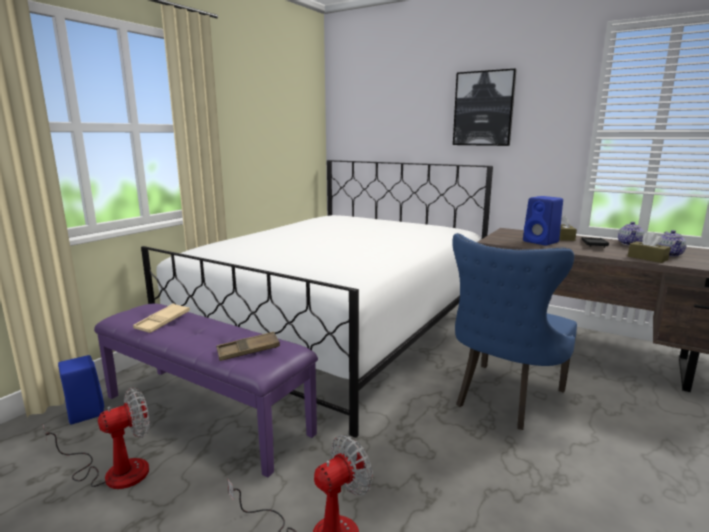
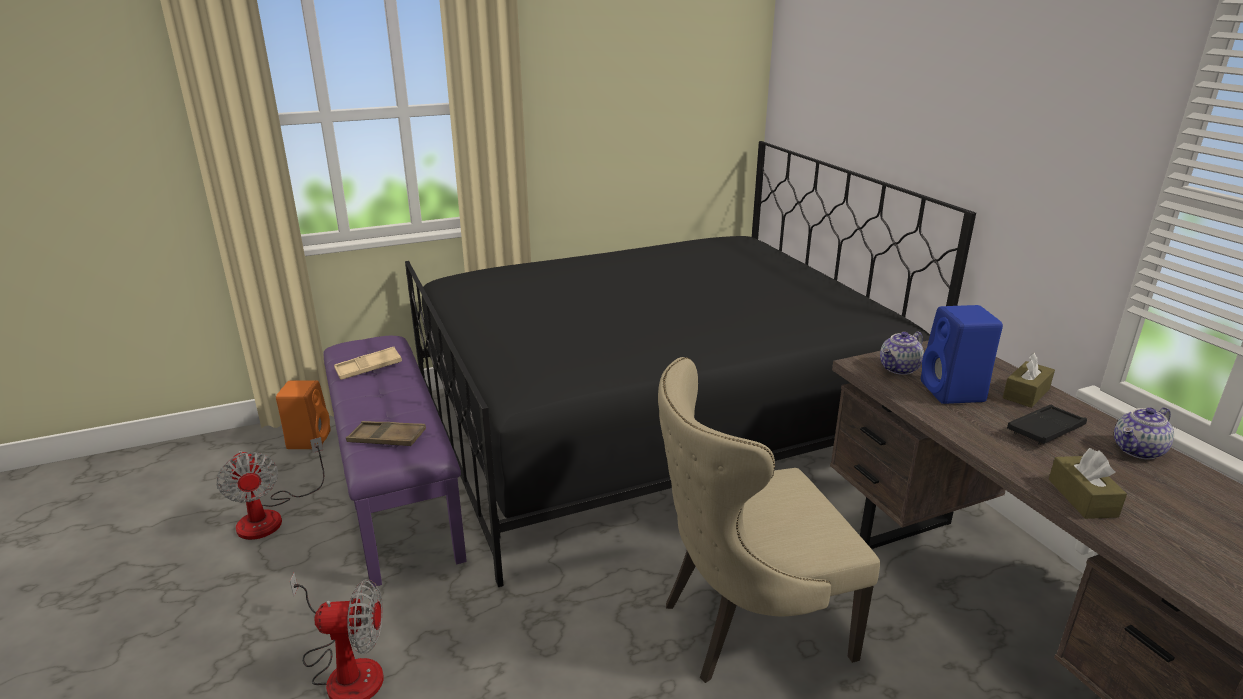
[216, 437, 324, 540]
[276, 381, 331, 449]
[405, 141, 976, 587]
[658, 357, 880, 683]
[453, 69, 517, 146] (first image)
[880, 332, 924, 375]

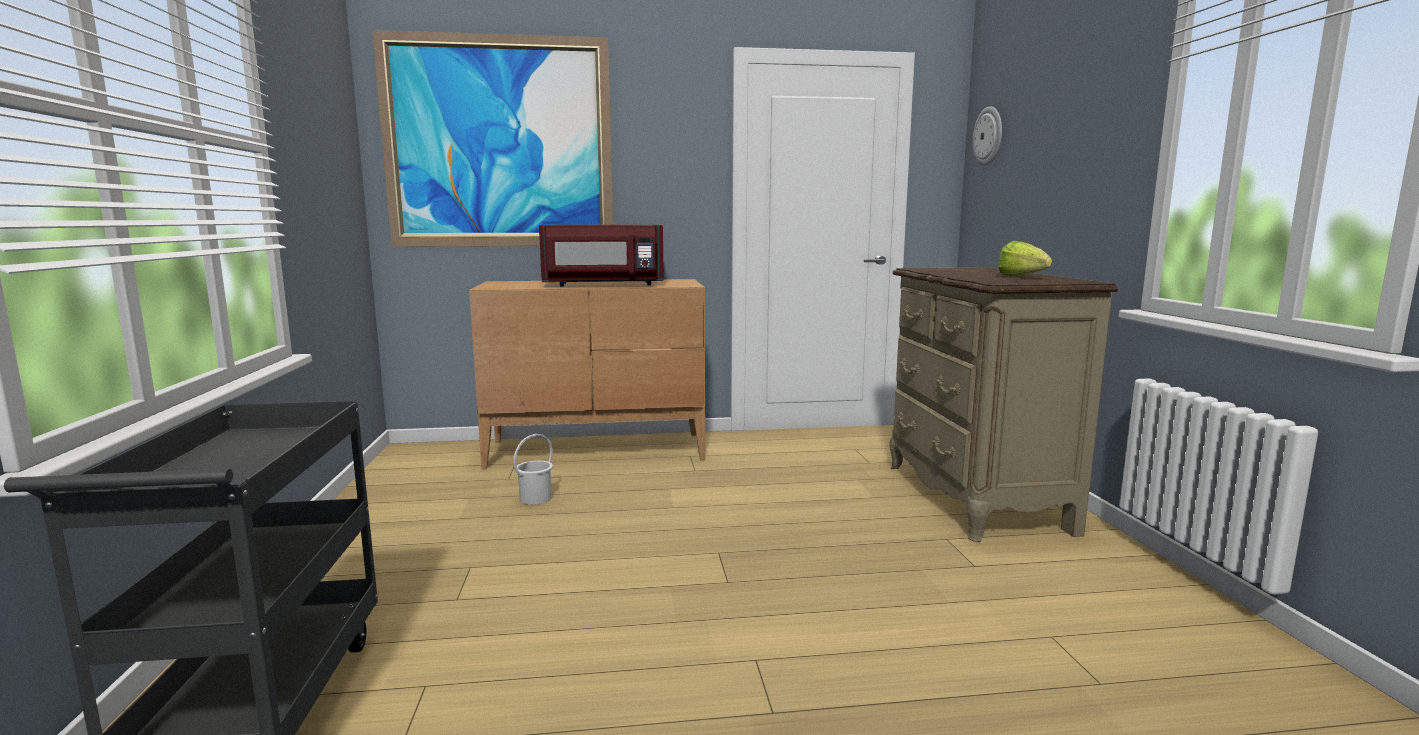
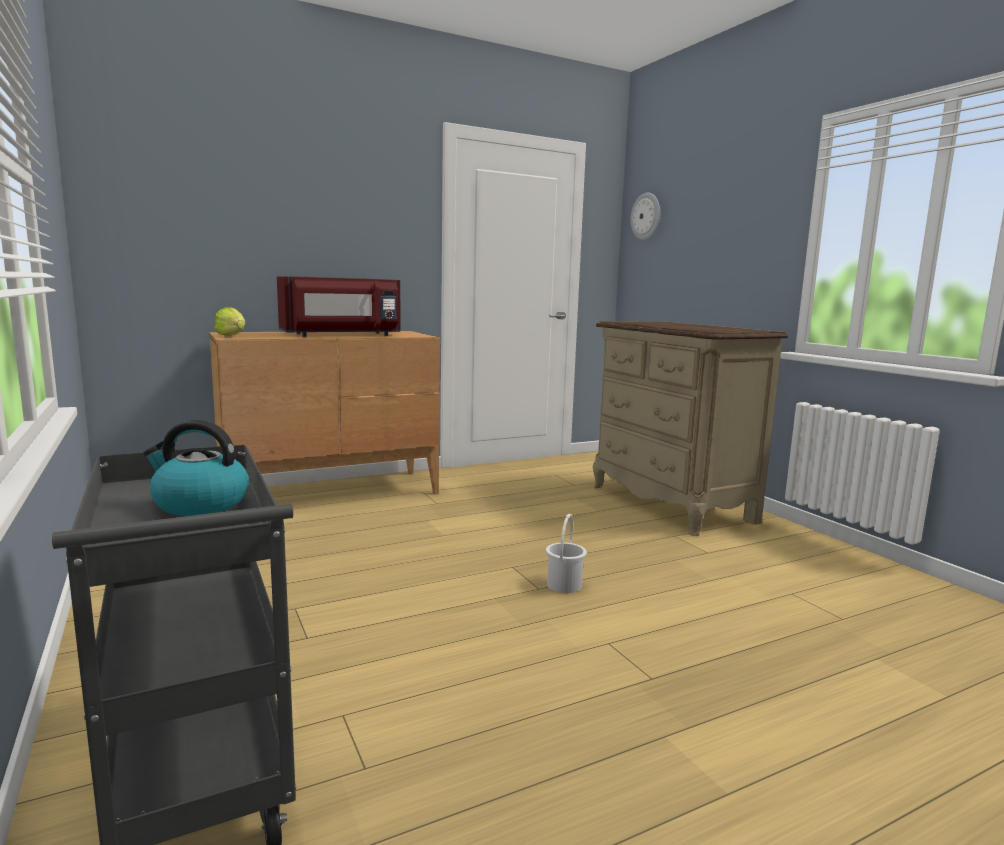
[372, 30, 613, 247] (first image)
[546, 514, 587, 593]
[214, 307, 245, 336]
[143, 420, 249, 516]

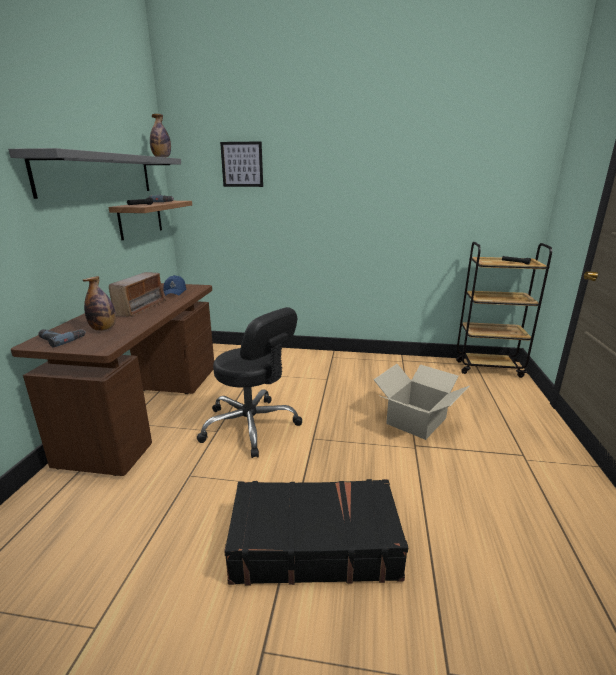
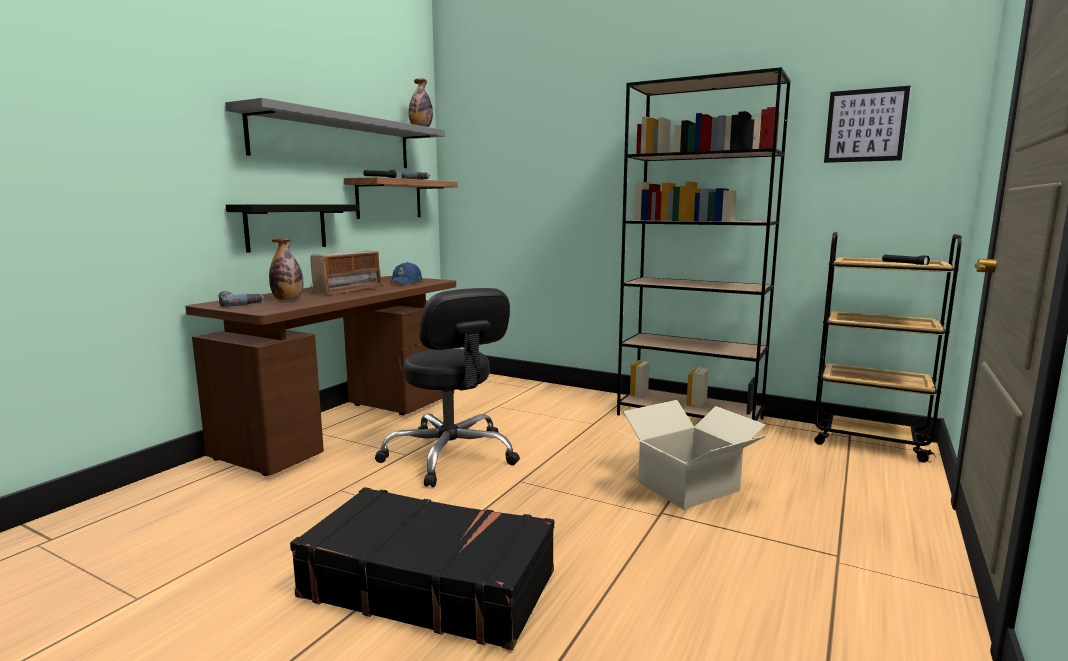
[824, 86, 910, 163]
[226, 204, 360, 253]
[617, 67, 791, 421]

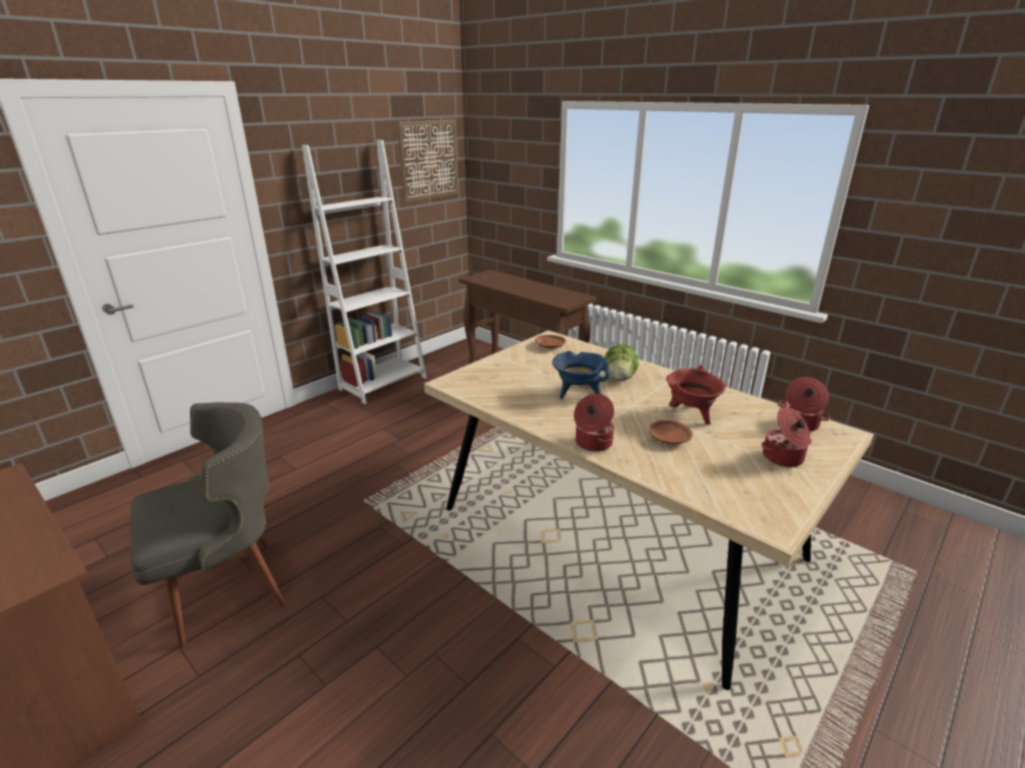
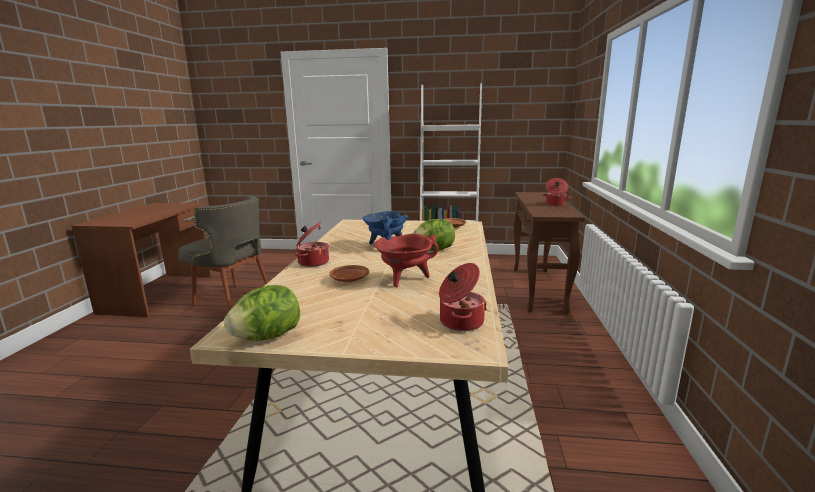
[397, 118, 459, 202] (first image)
[543, 178, 570, 206]
[224, 285, 300, 341]

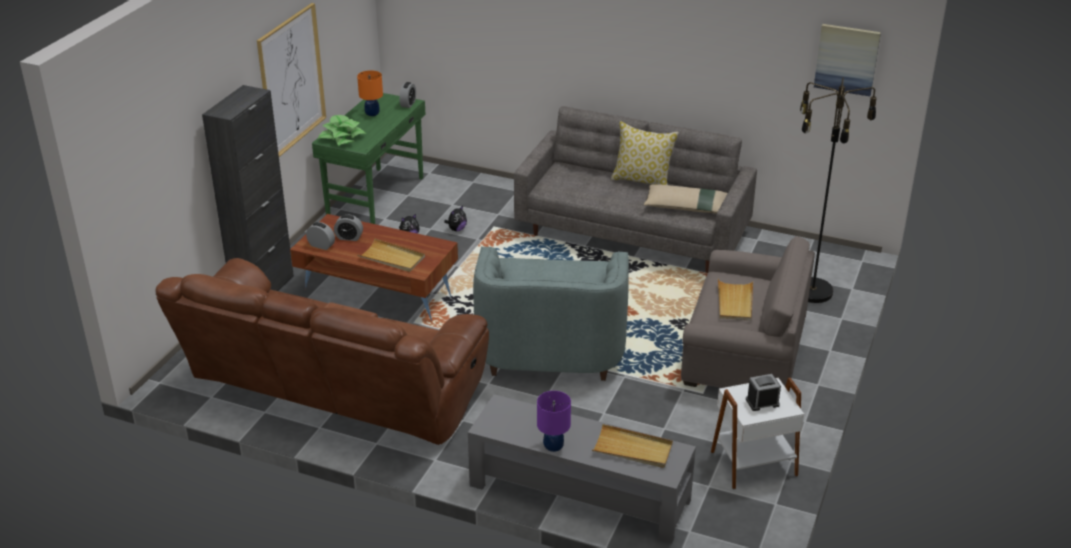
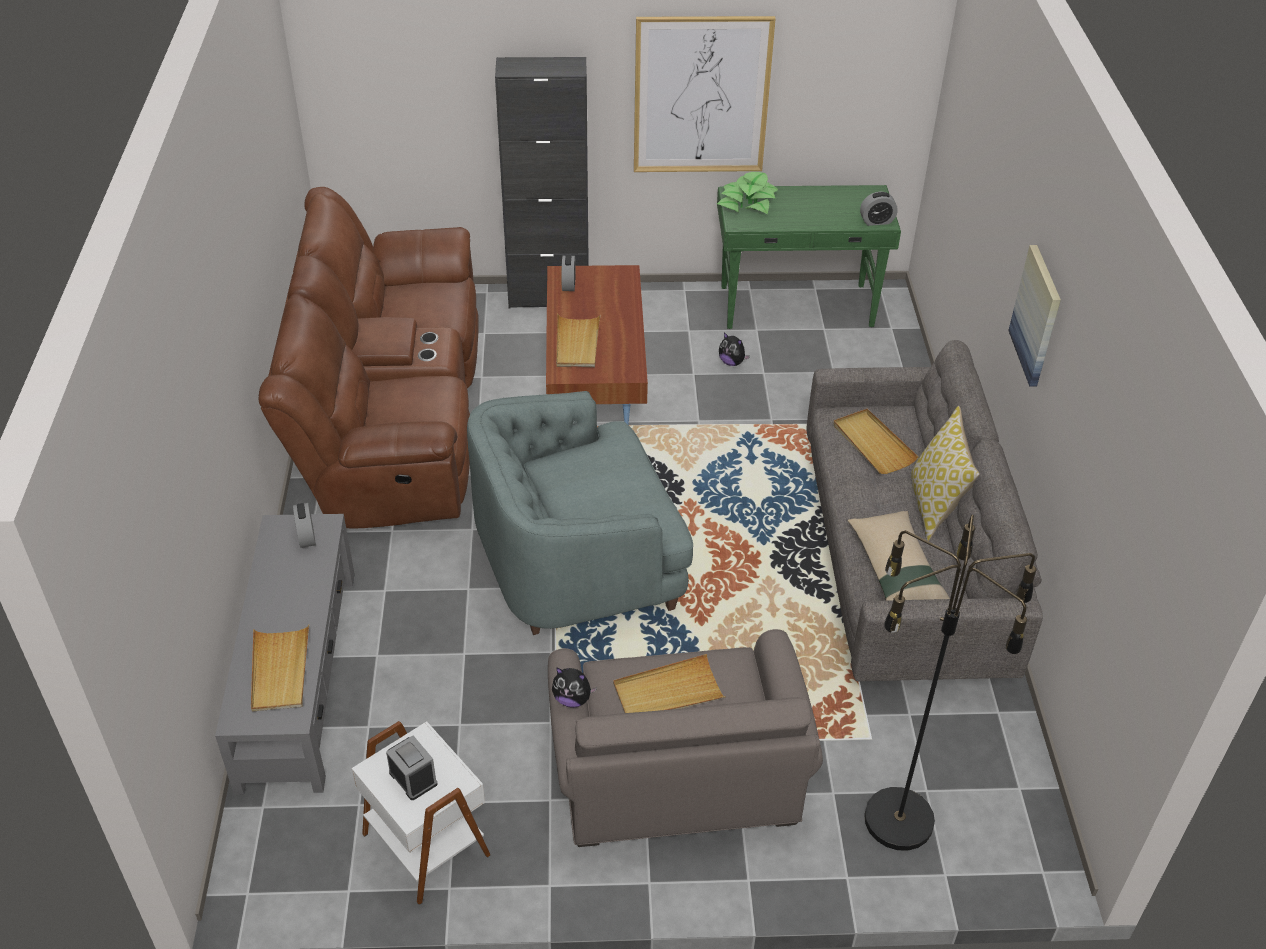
[293, 503, 316, 548]
[357, 70, 383, 116] (first image)
[552, 667, 597, 708]
[537, 391, 571, 452] (first image)
[1008, 245, 1061, 387]
[833, 409, 918, 474]

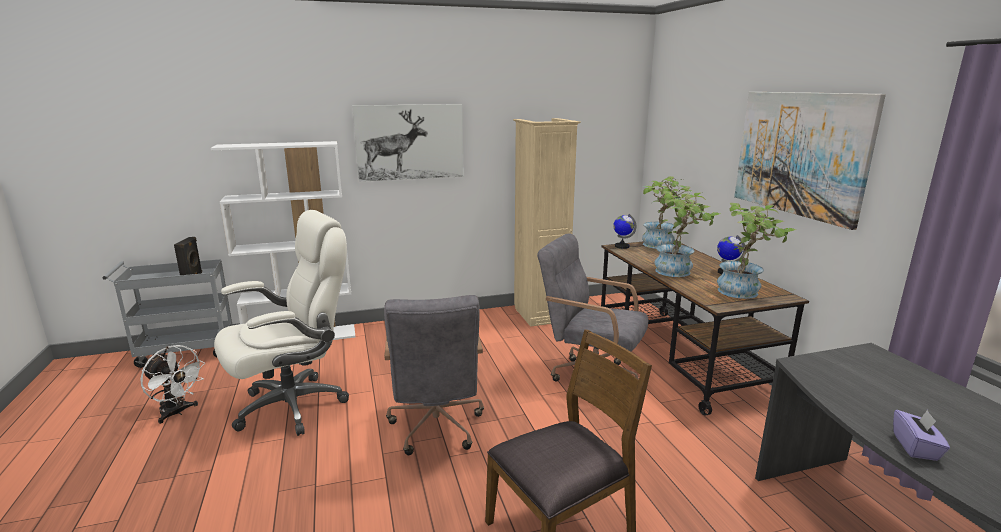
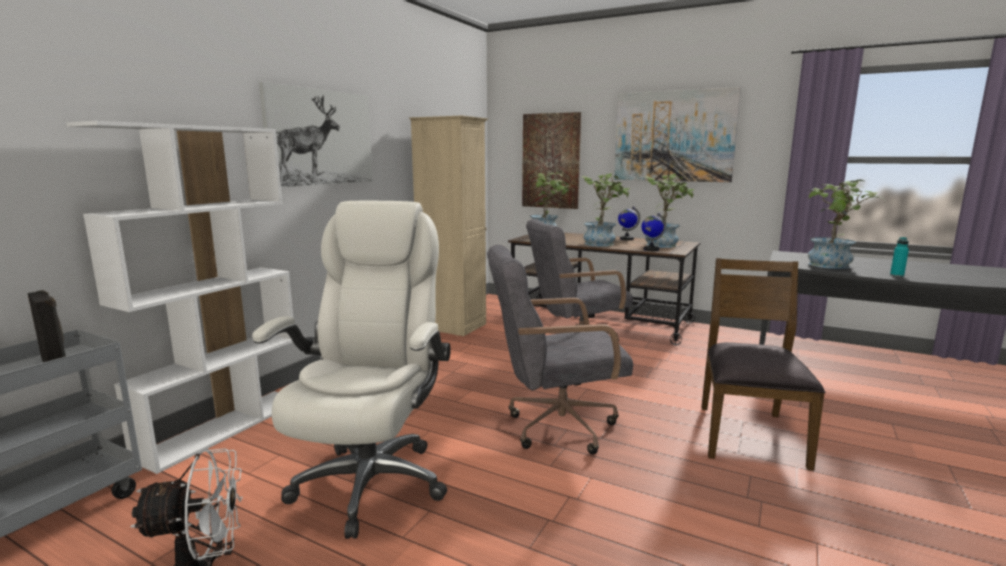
[487, 245, 633, 455]
[642, 213, 666, 251]
[890, 237, 909, 277]
[522, 112, 581, 209]
[808, 180, 882, 269]

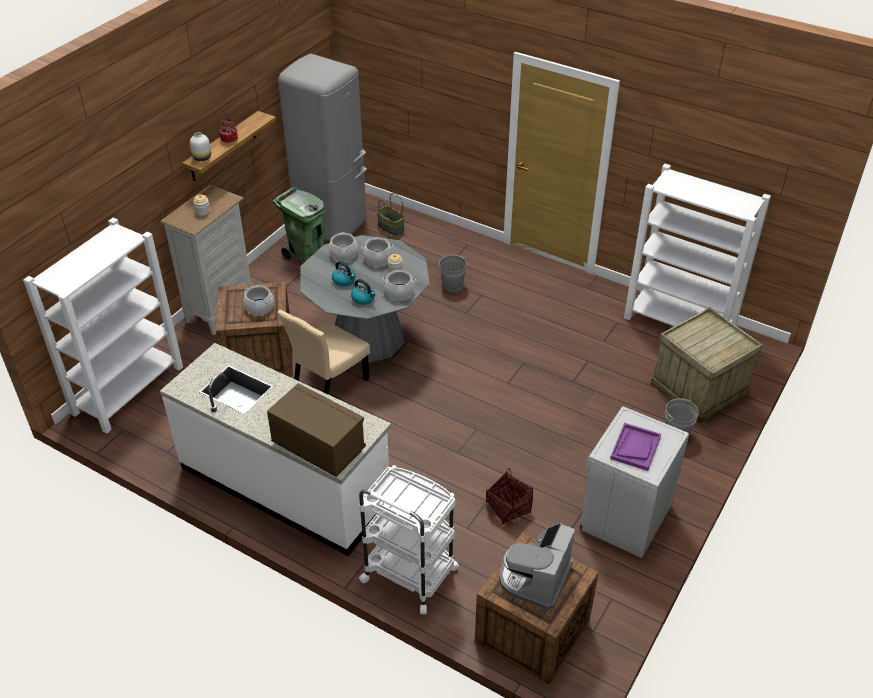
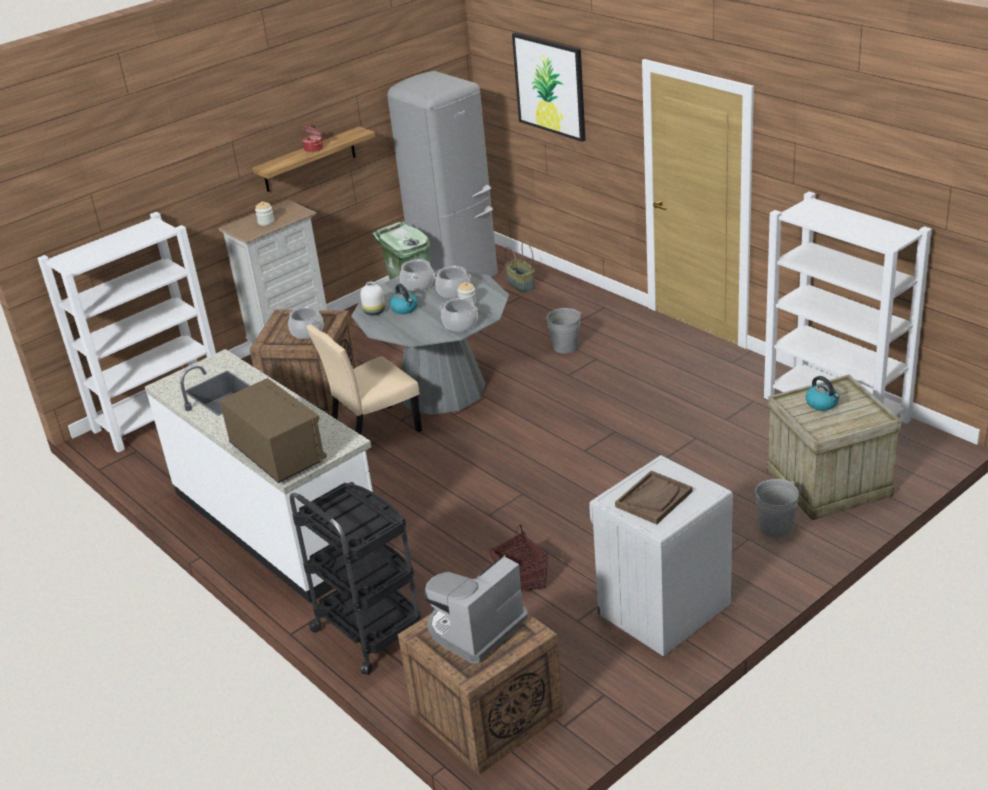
[360, 282, 385, 316]
[806, 376, 840, 411]
[290, 482, 421, 675]
[615, 470, 693, 525]
[512, 33, 586, 142]

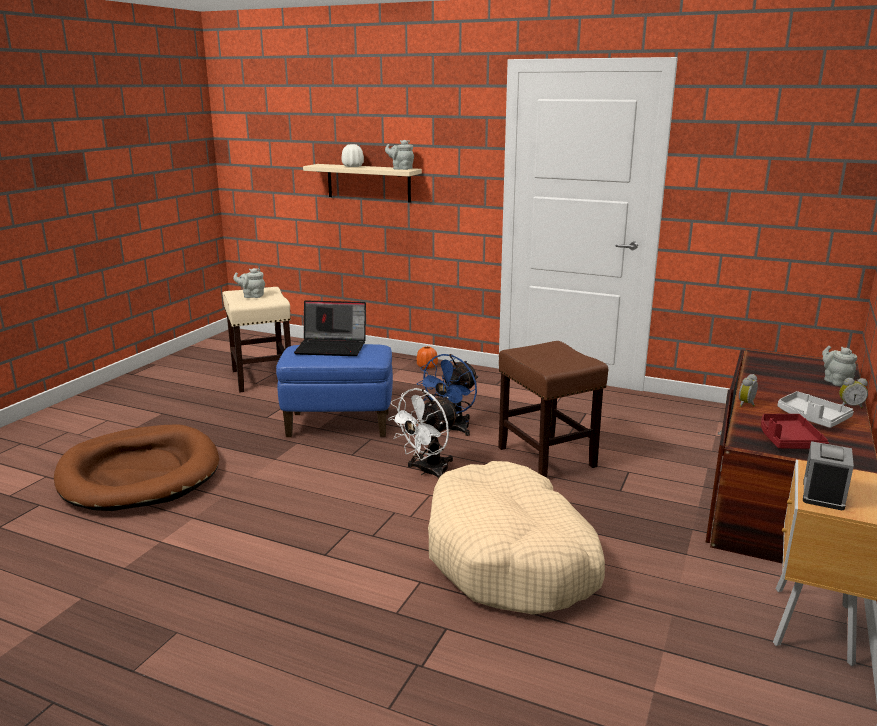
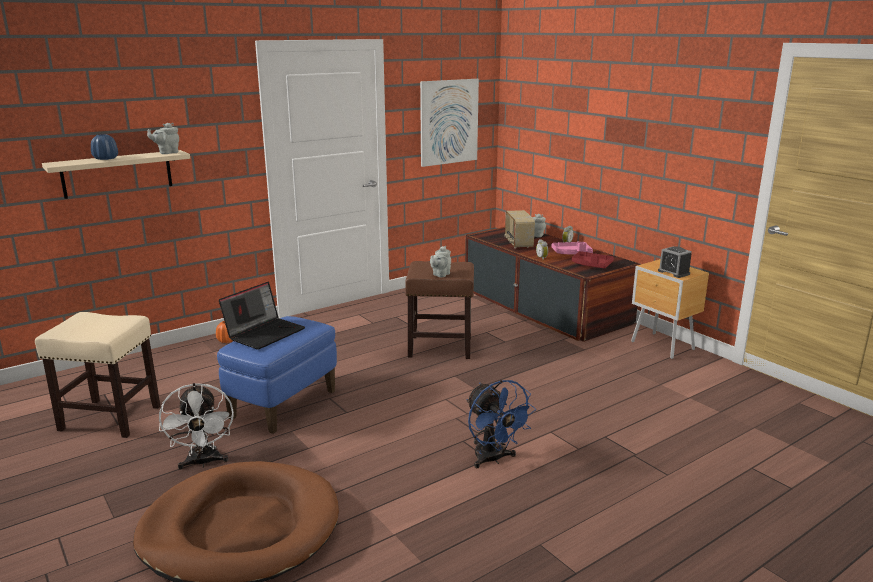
[430, 246, 451, 277]
[91, 134, 118, 160]
[159, 383, 234, 470]
[466, 380, 536, 468]
[428, 461, 605, 615] (first image)
[552, 242, 593, 255]
[420, 79, 479, 167]
[505, 210, 535, 248]

